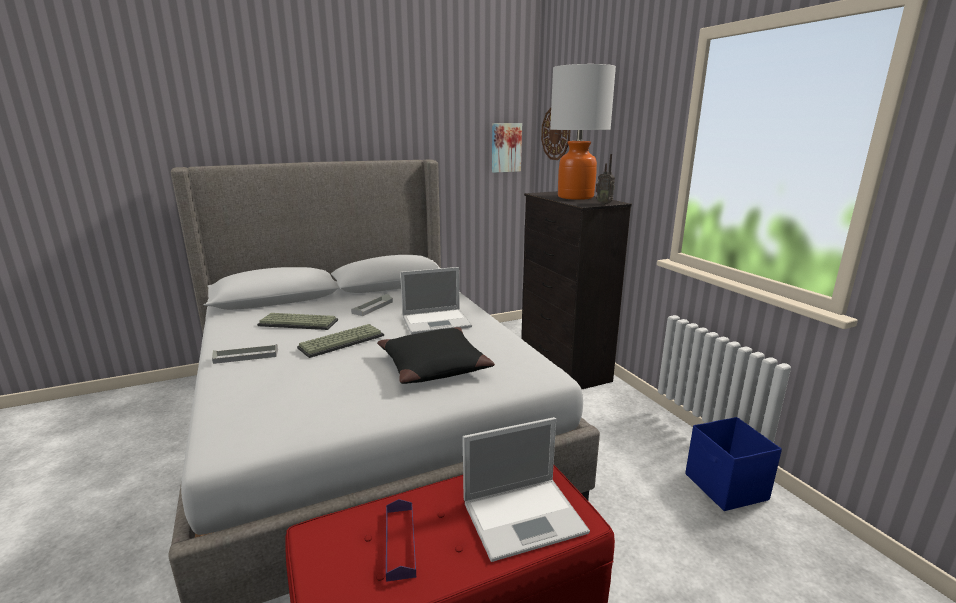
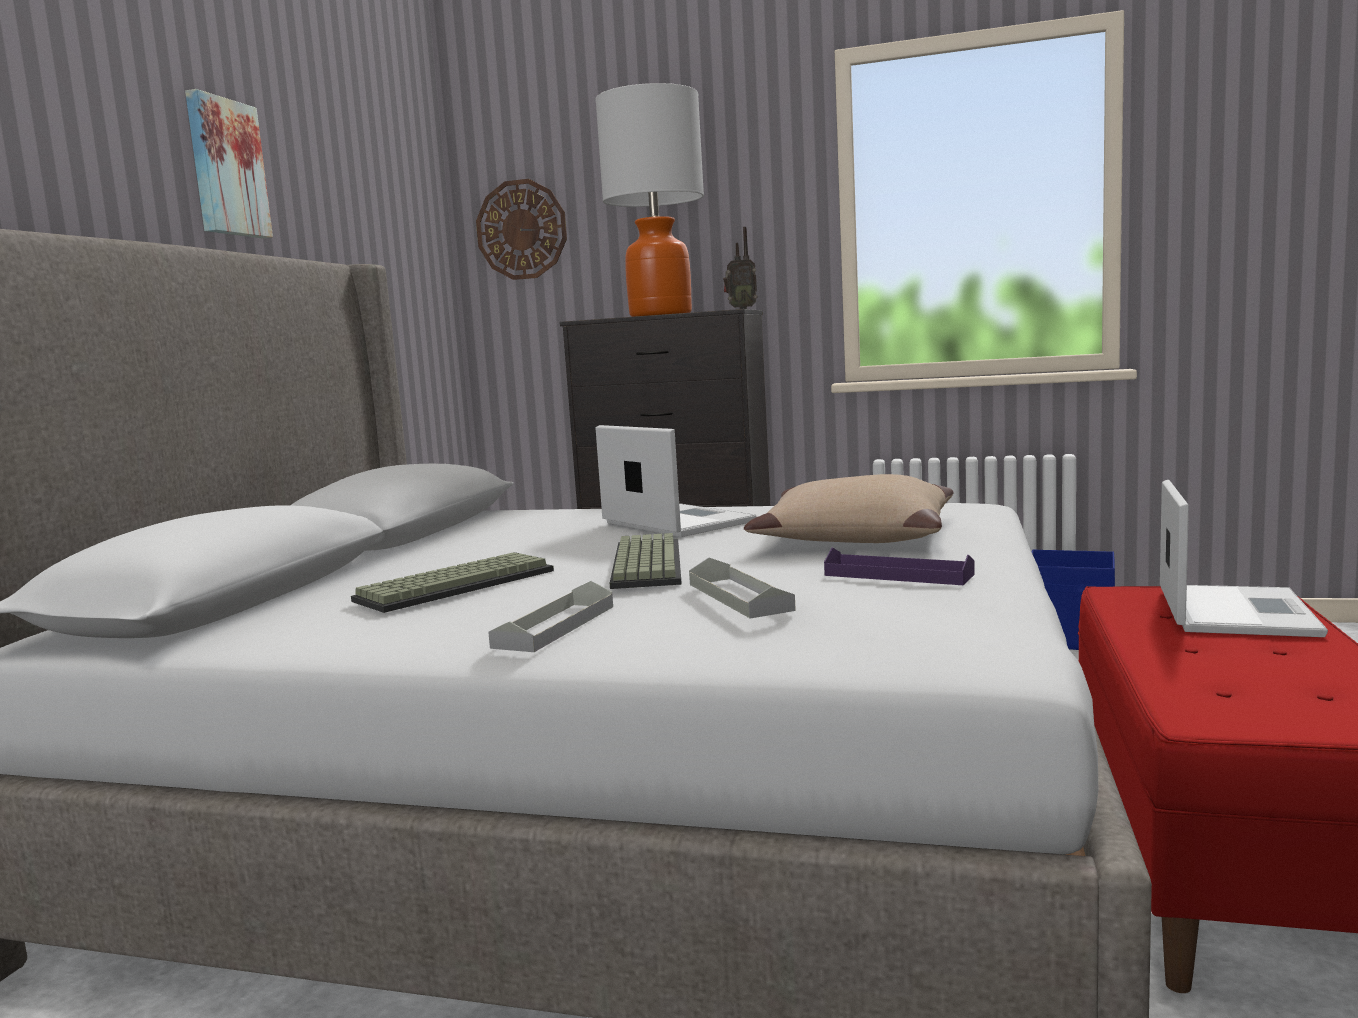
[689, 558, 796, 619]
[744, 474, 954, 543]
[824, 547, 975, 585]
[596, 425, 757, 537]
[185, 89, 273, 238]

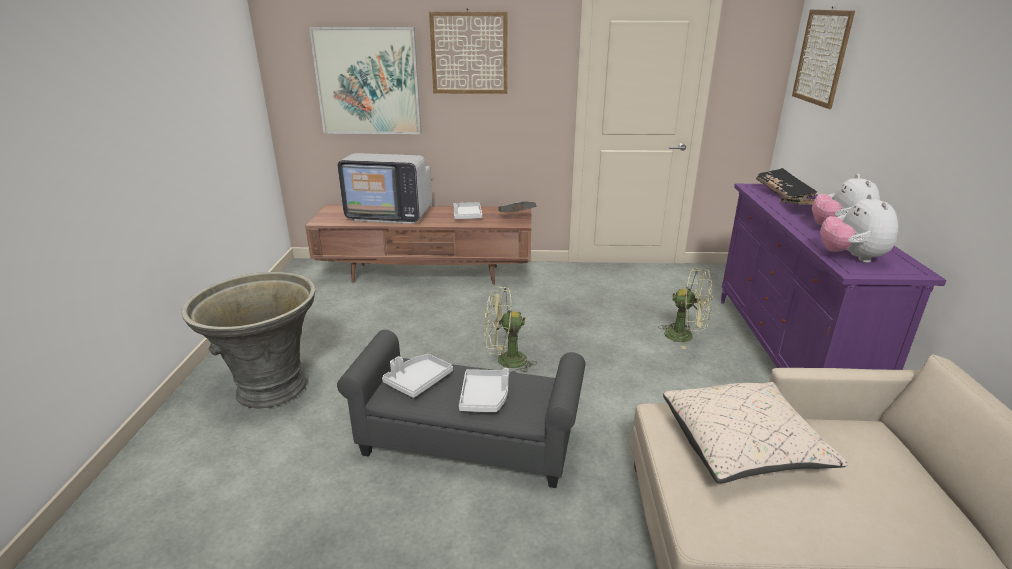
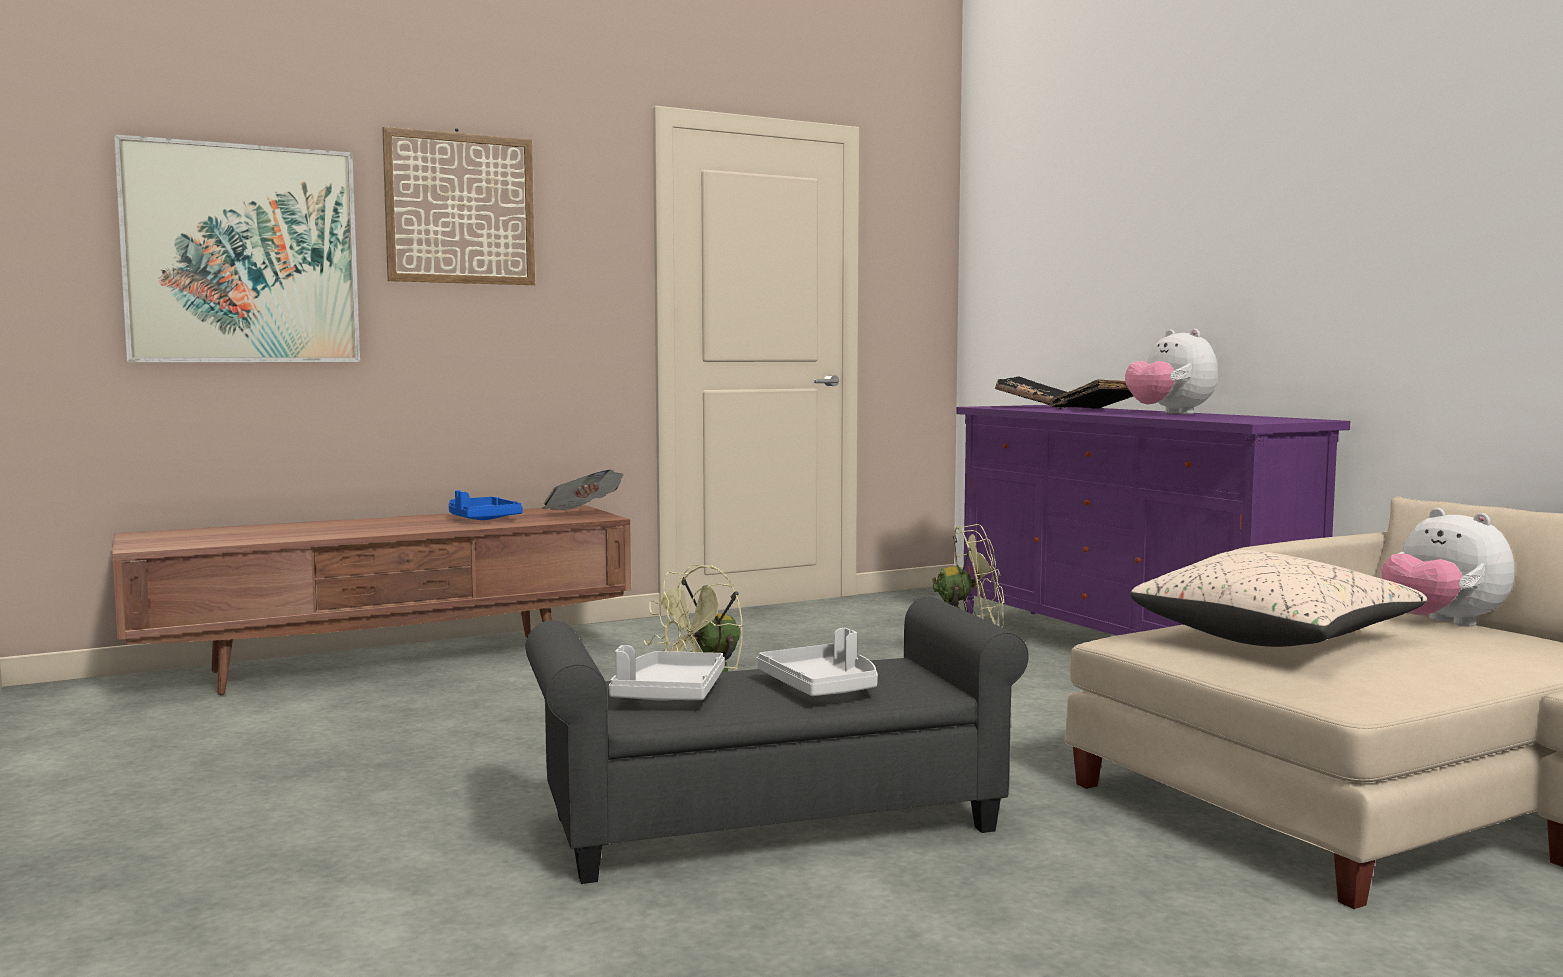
[181, 272, 315, 409] (first image)
[337, 153, 432, 224] (first image)
[449, 490, 523, 520]
[792, 6, 855, 109] (first image)
[1381, 508, 1514, 626]

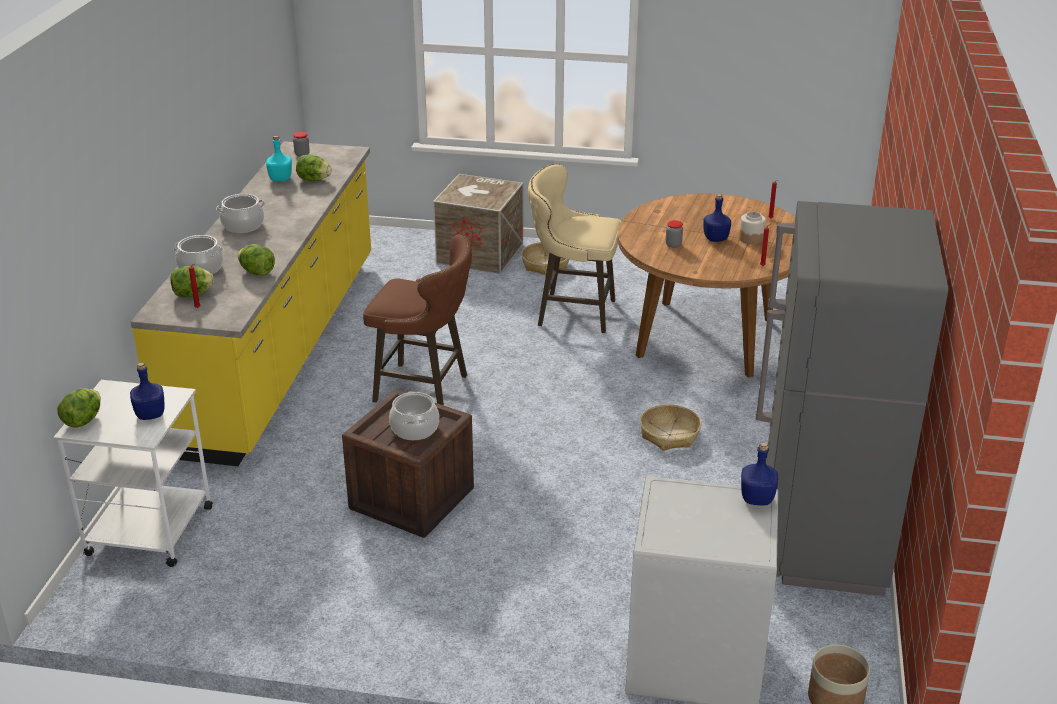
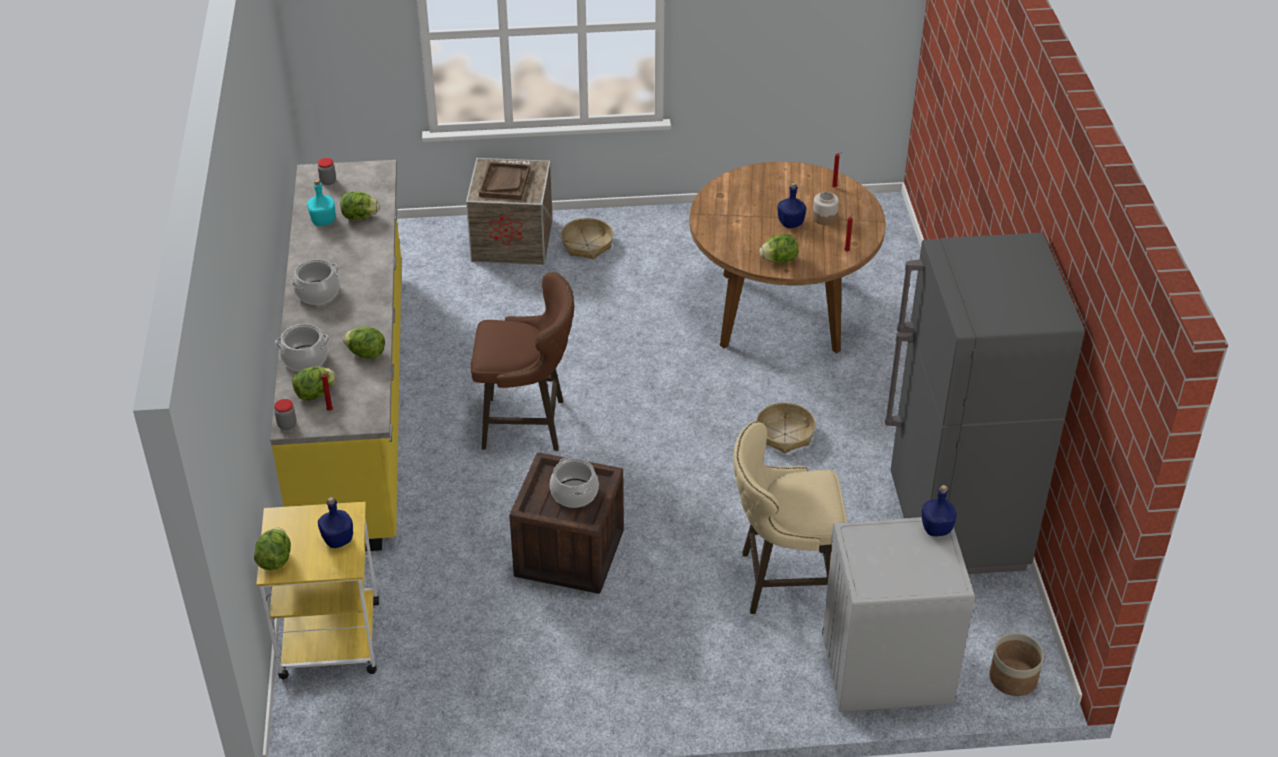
[256, 502, 379, 679]
[733, 421, 847, 614]
[274, 399, 296, 430]
[479, 162, 530, 200]
[759, 234, 798, 263]

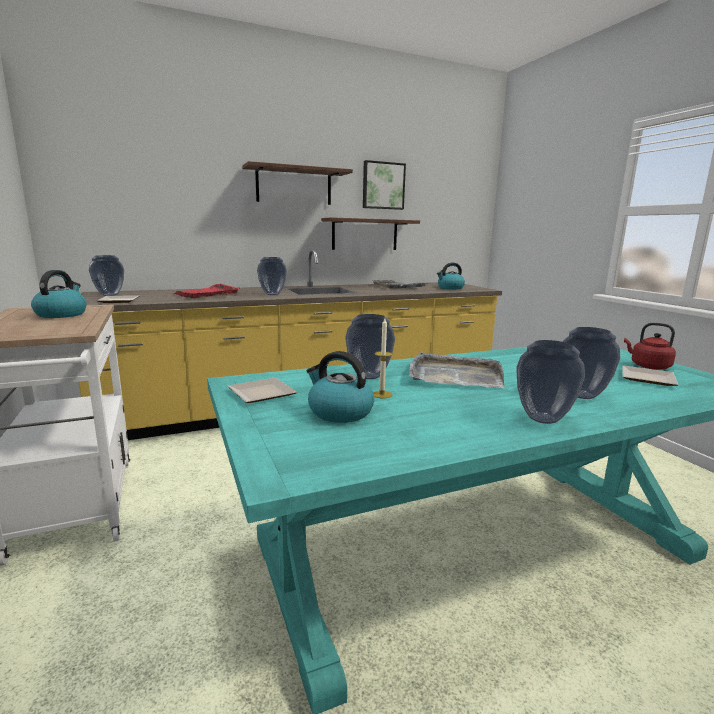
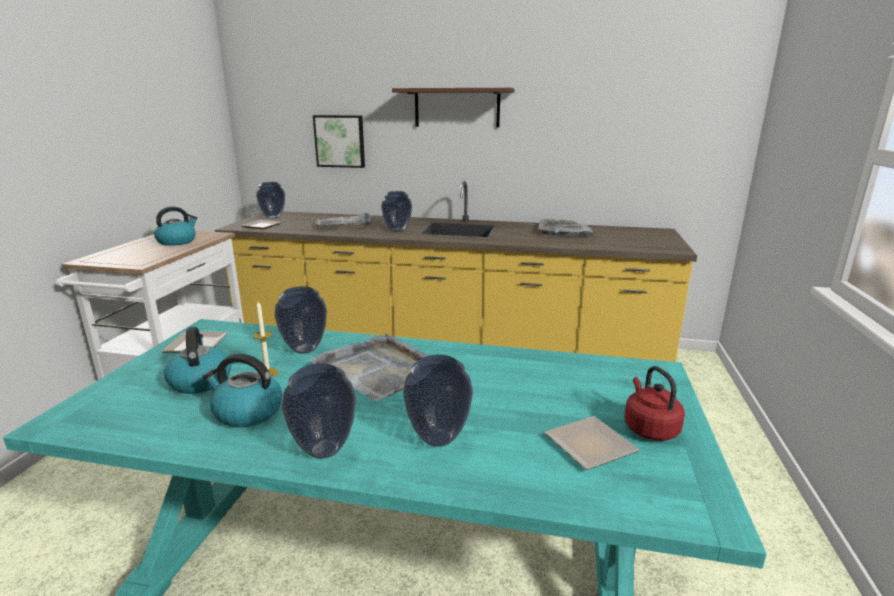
[315, 212, 371, 229]
[321, 217, 420, 250] (first image)
[313, 115, 365, 168]
[203, 354, 282, 427]

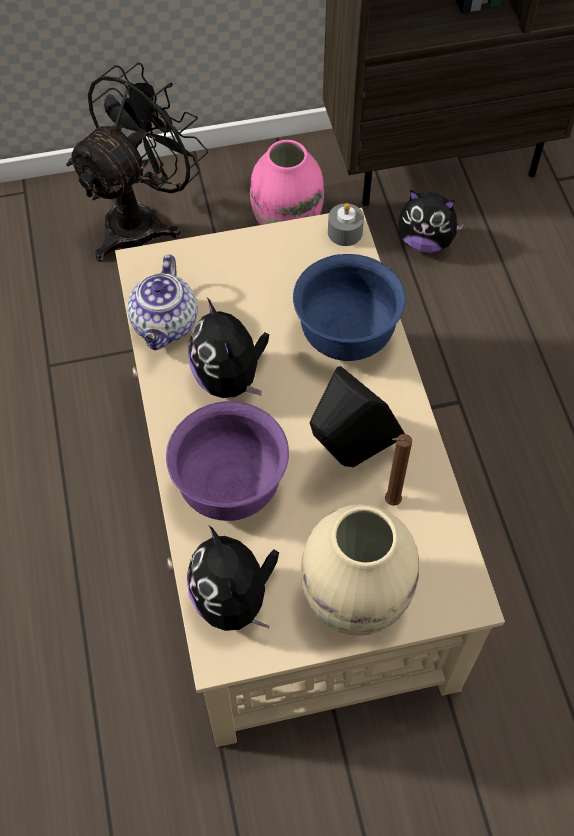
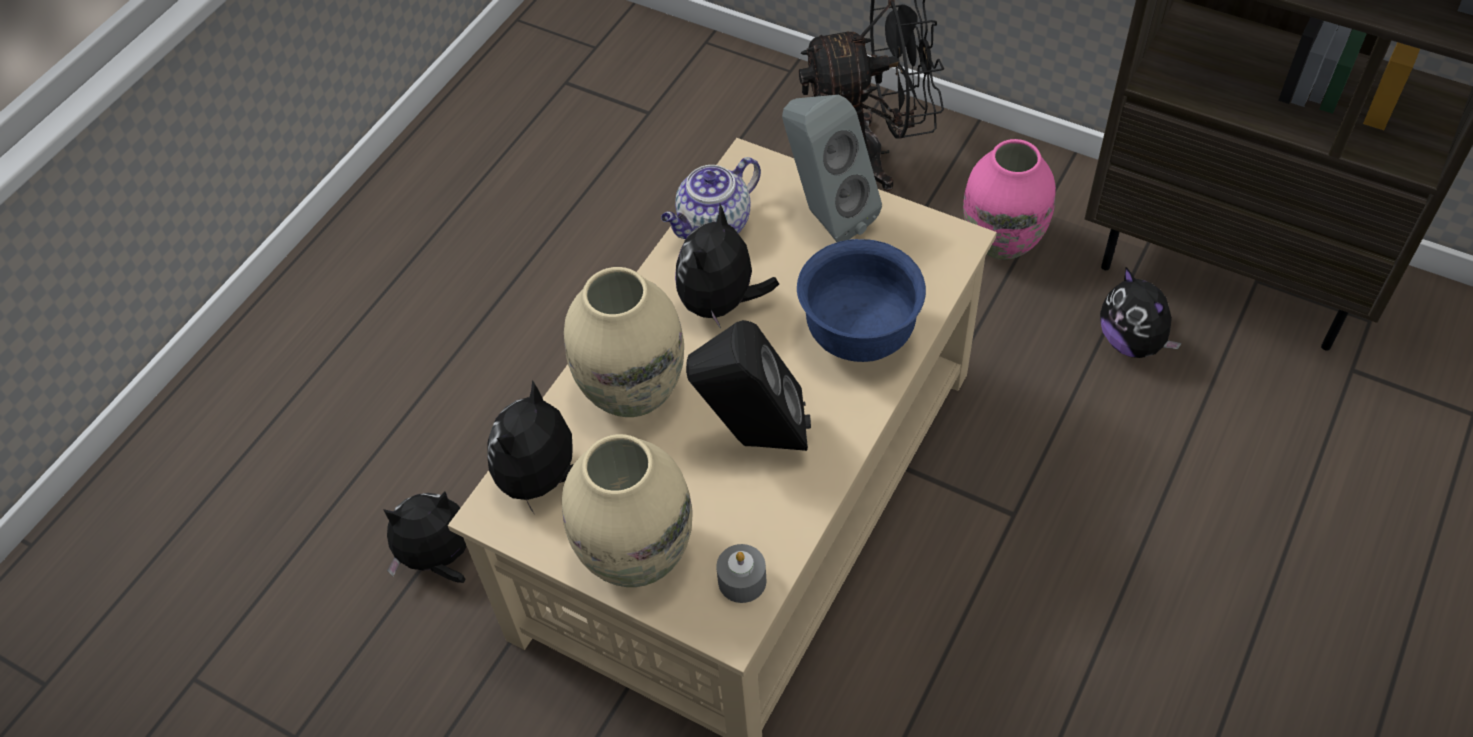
[564, 267, 684, 417]
[716, 544, 767, 603]
[385, 434, 412, 506] (first image)
[383, 491, 467, 583]
[782, 95, 882, 242]

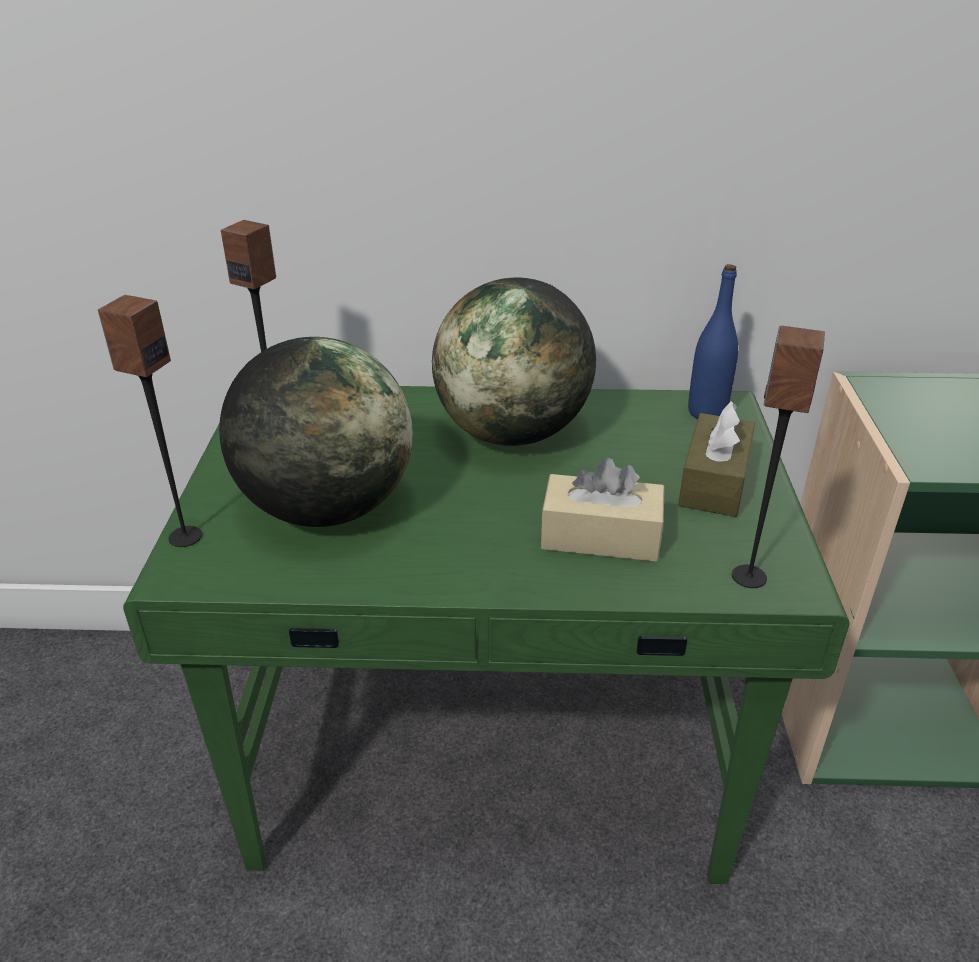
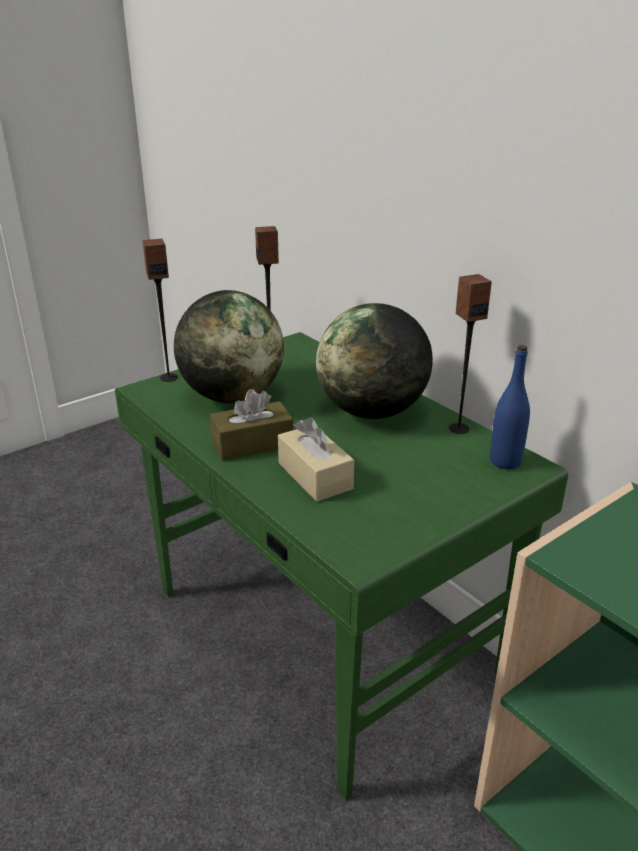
[210, 389, 293, 461]
[449, 274, 492, 434]

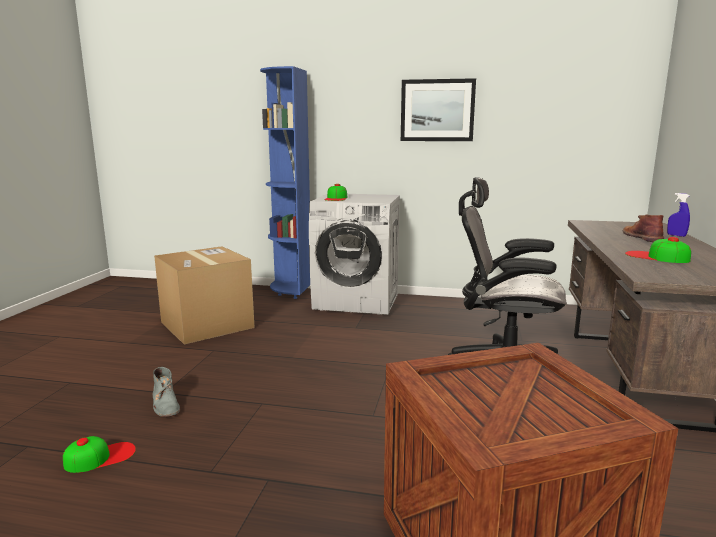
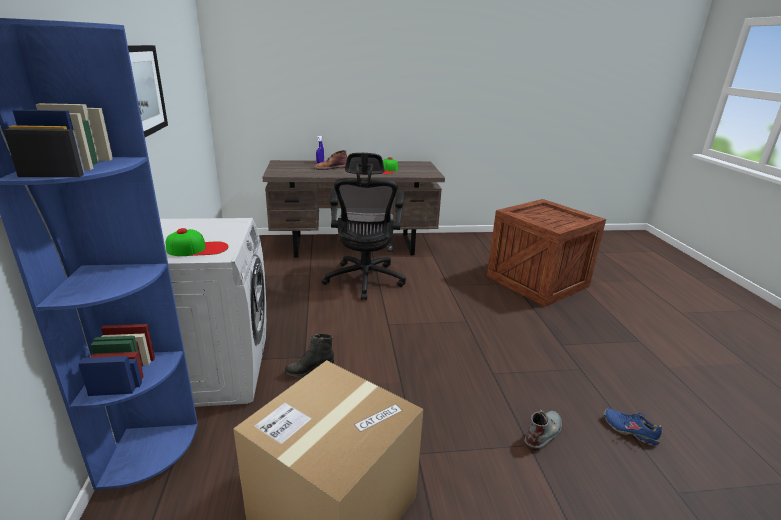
[604, 408, 662, 446]
[285, 334, 334, 377]

